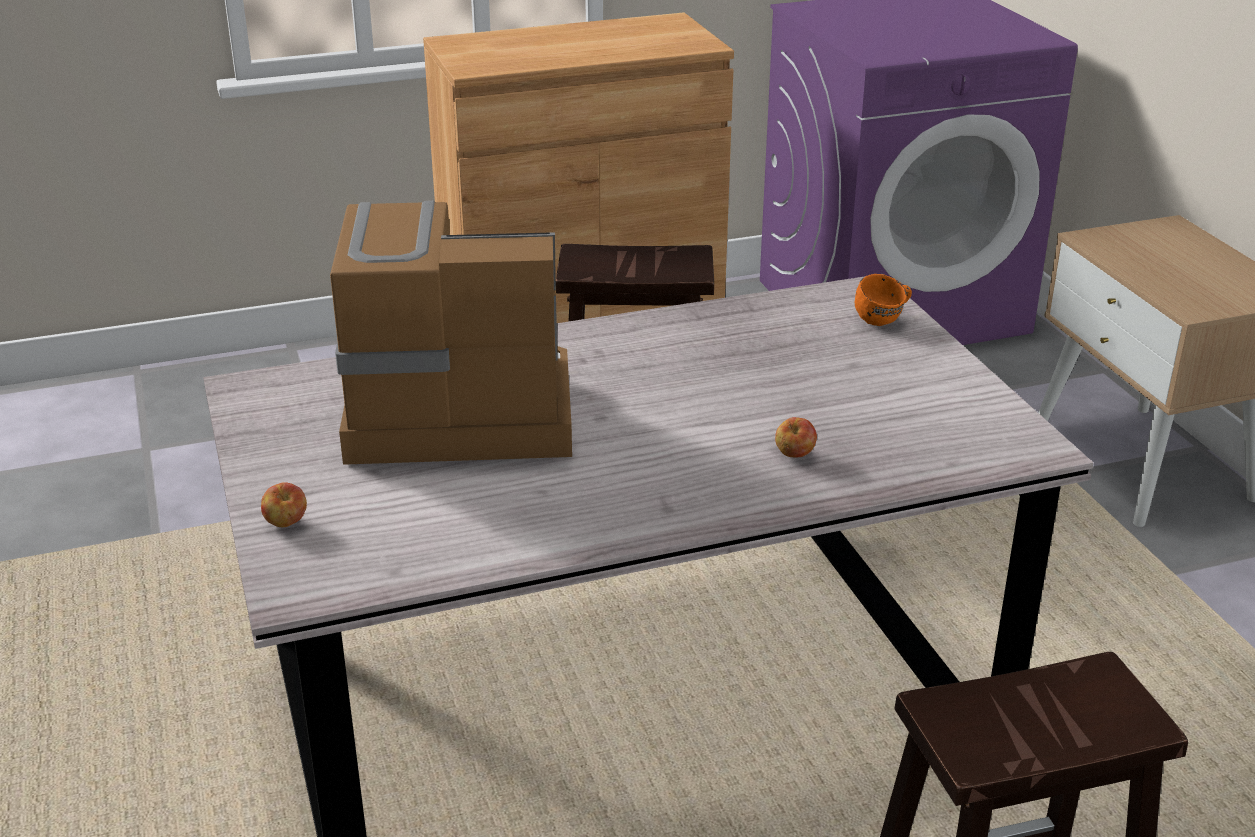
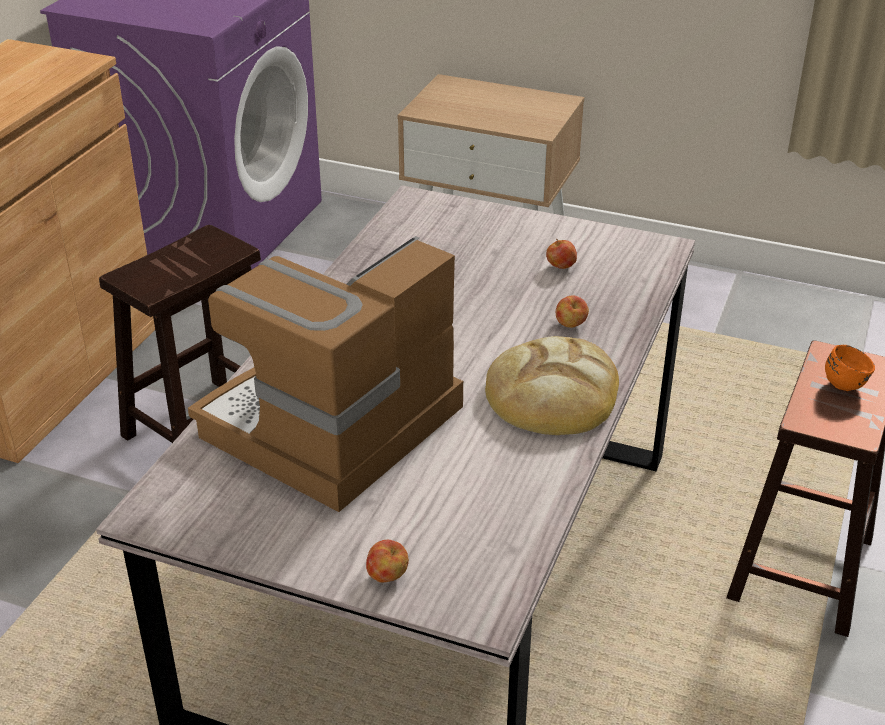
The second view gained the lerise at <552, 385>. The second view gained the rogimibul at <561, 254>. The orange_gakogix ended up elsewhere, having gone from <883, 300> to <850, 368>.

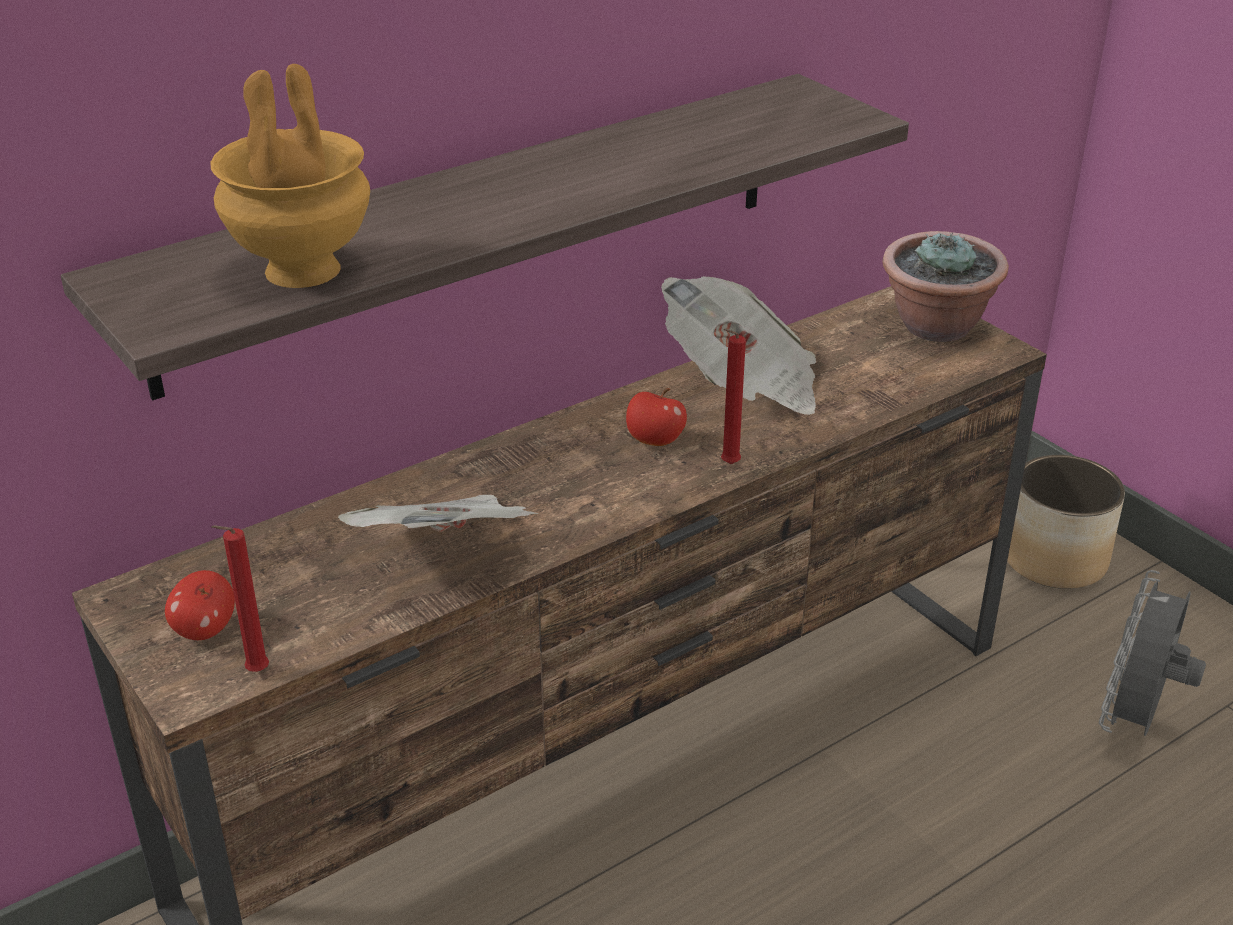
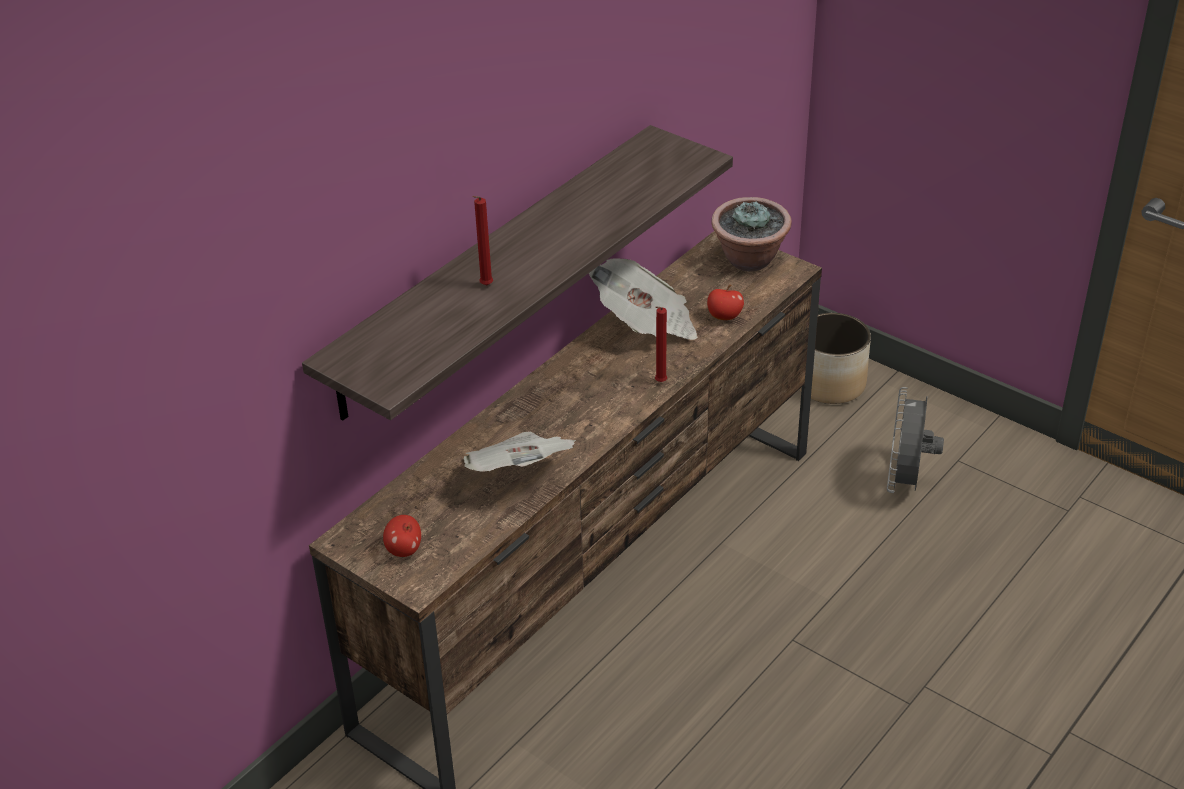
The second view lost the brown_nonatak at <290, 176>. The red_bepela ended up elsewhere, having gone from <240, 598> to <482, 240>. The rogimibul ended up elsewhere, having gone from <656, 417> to <725, 302>.

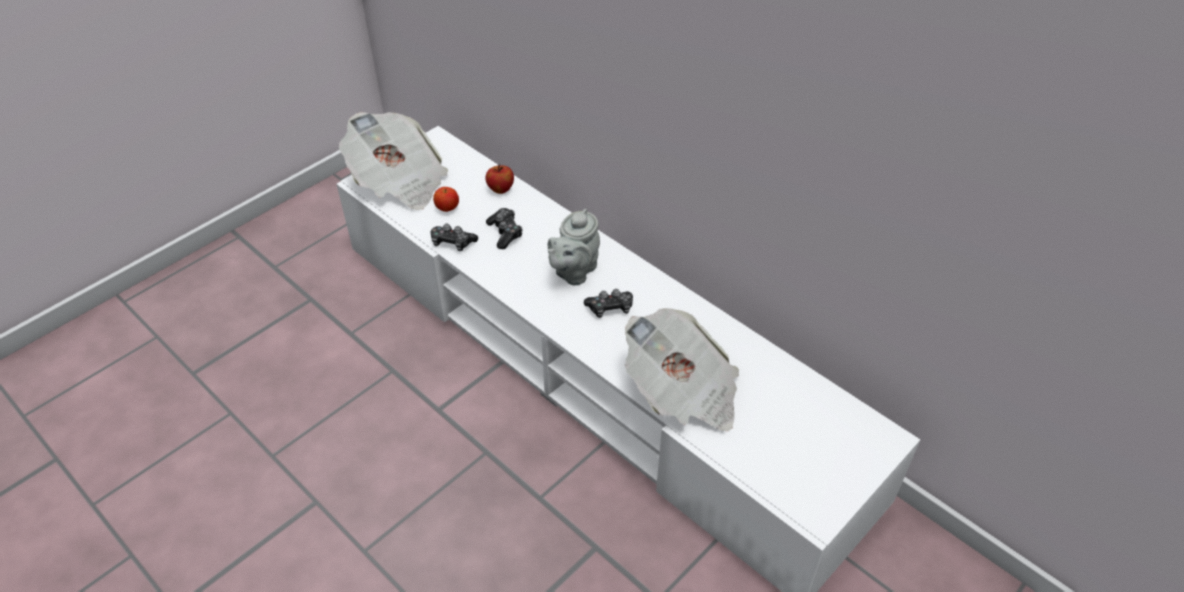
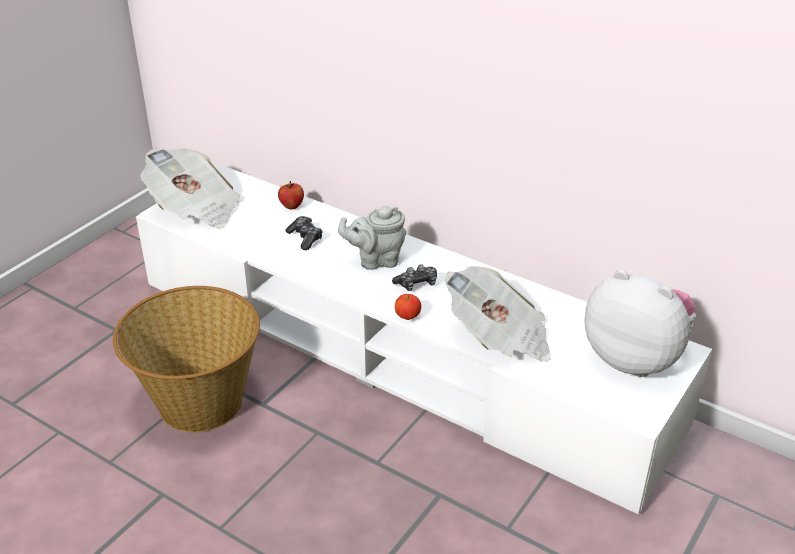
The second view lost the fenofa at <454, 237>. The second view gained the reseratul at <186, 359>. The second view gained the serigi at <640, 323>. The rogimibul ended up elsewhere, having gone from <446, 199> to <408, 307>. The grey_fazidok at <574, 247> ended up facing another way, 60 degrees clockwise from before.

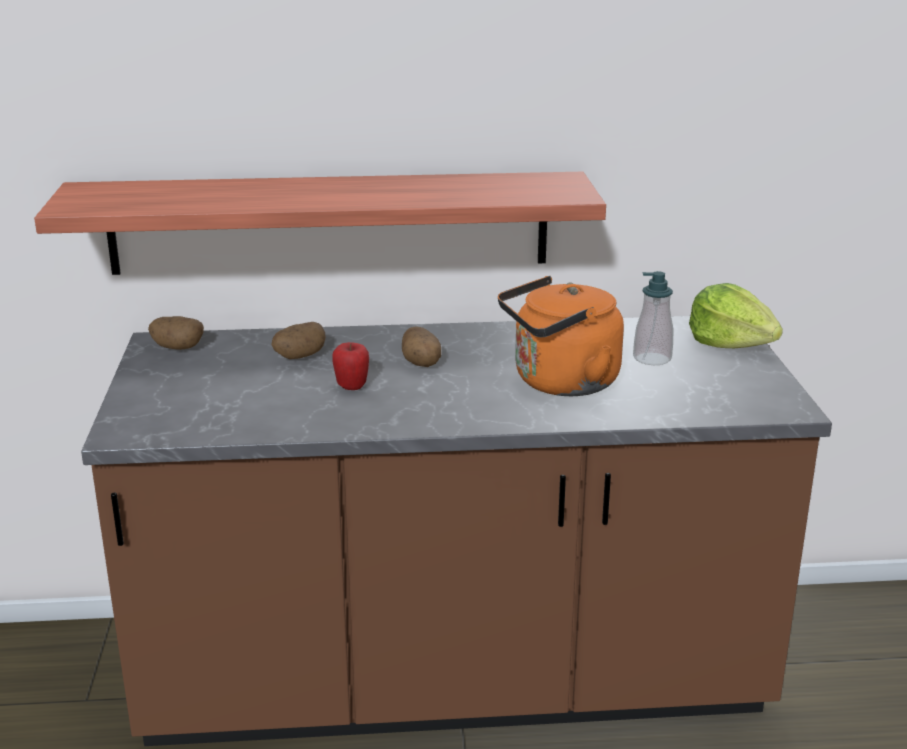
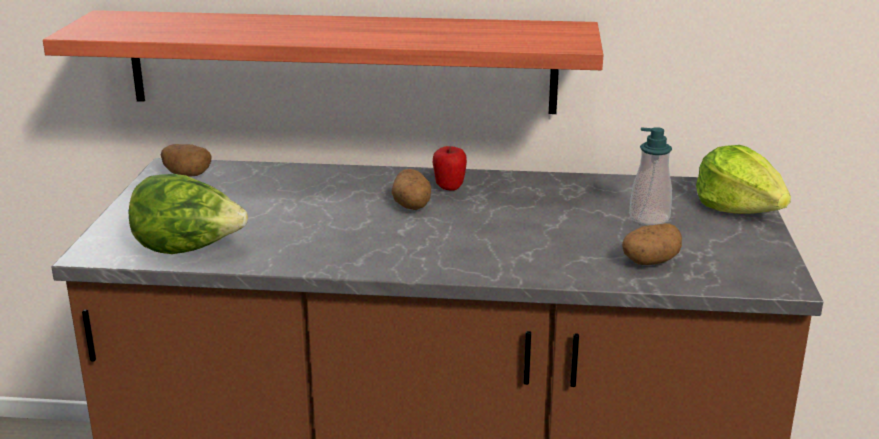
The second view lost the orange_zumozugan at <561, 336>. The second view gained the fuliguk at <188, 214>. The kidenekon ended up elsewhere, having gone from <298, 340> to <652, 244>. The rogimibul ended up elsewhere, having gone from <350, 366> to <450, 168>.

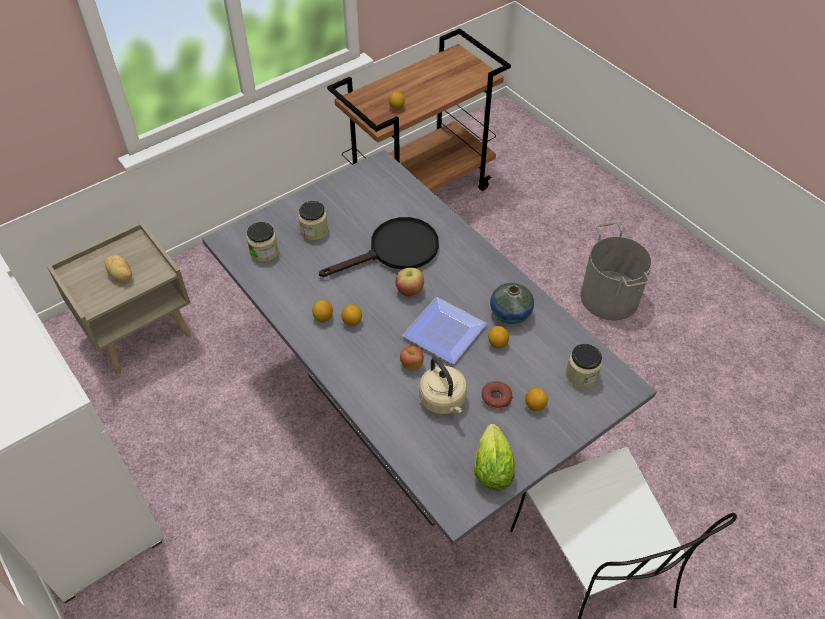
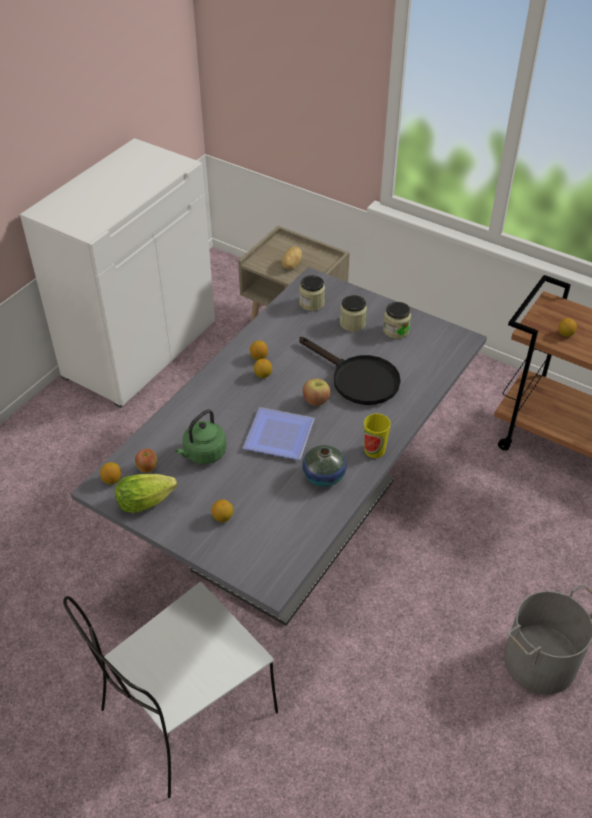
The second view lost the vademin at <497, 395>. The second view gained the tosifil at <377, 436>. The rogimibul ended up elsewhere, having gone from <412, 358> to <146, 461>. The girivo ended up elsewhere, having gone from <498, 337> to <110, 473>. The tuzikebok ended up elsewhere, having gone from <584, 366> to <397, 320>. What was the beige_zumozugan at <443, 385> turned into the green_zumozugan at <201, 436>.

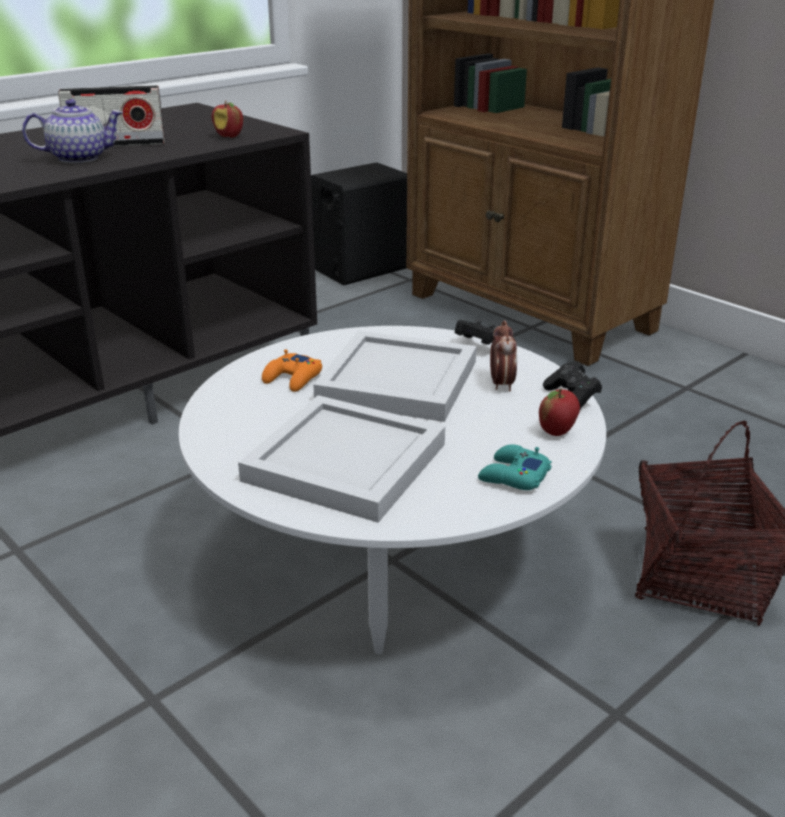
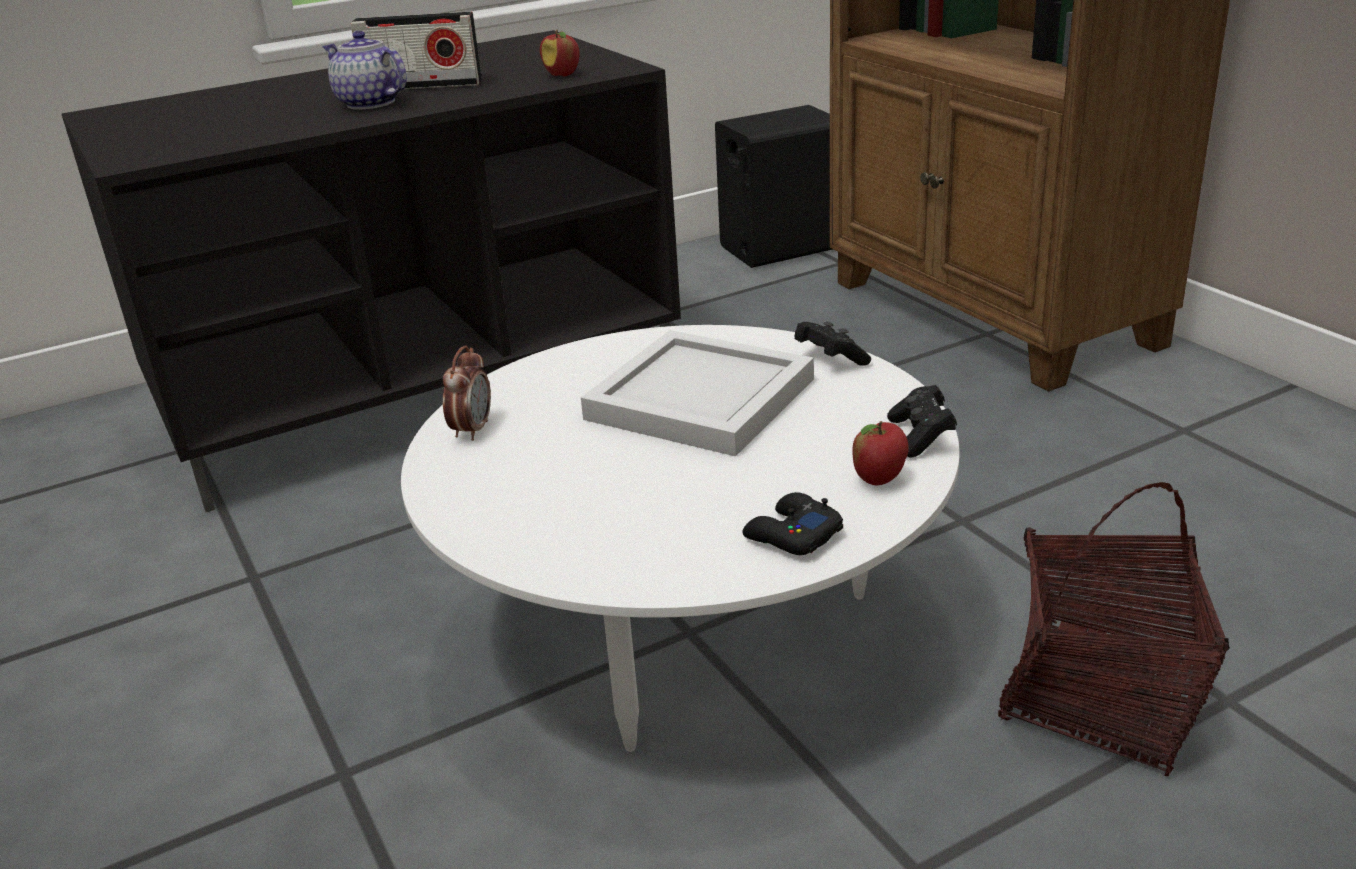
The second view lost the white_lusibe at <341, 459>. The second view lost the orange_fenofa at <292, 370>. The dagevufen ended up elsewhere, having gone from <503, 355> to <467, 393>. What was the turquoise_fenofa at <515, 467> turned into the black_fenofa at <792, 523>. The fazidok at <72, 131> ended up facing another way, 135 degrees counterclockwise from before.

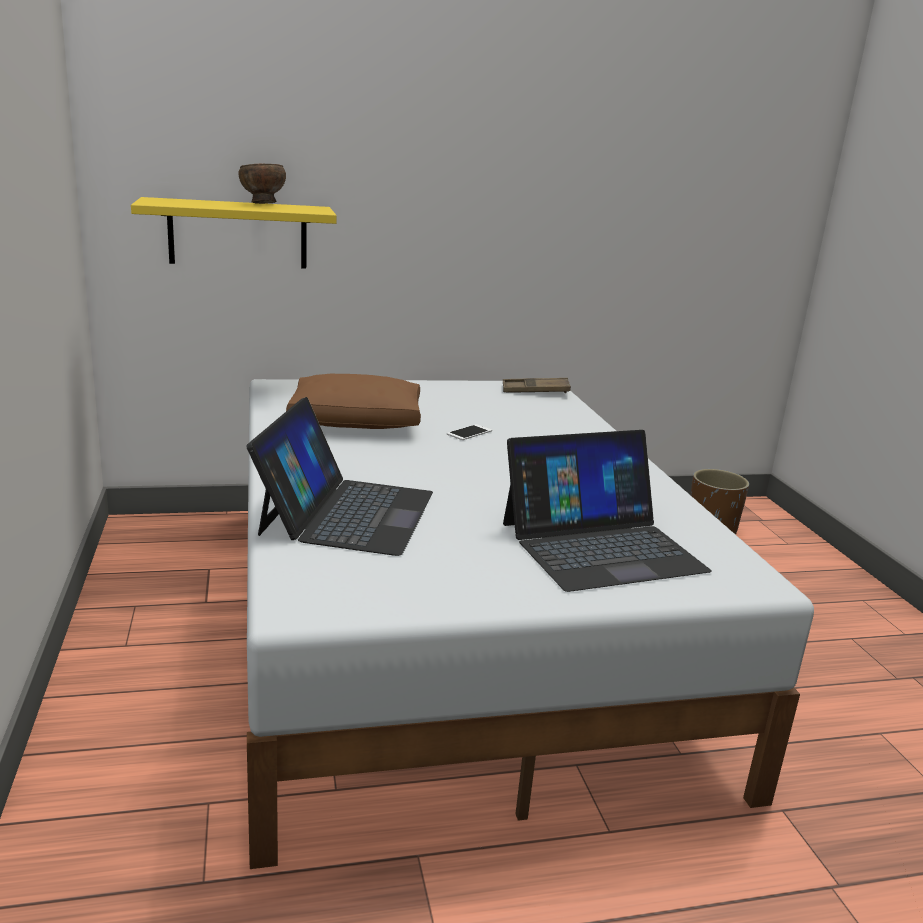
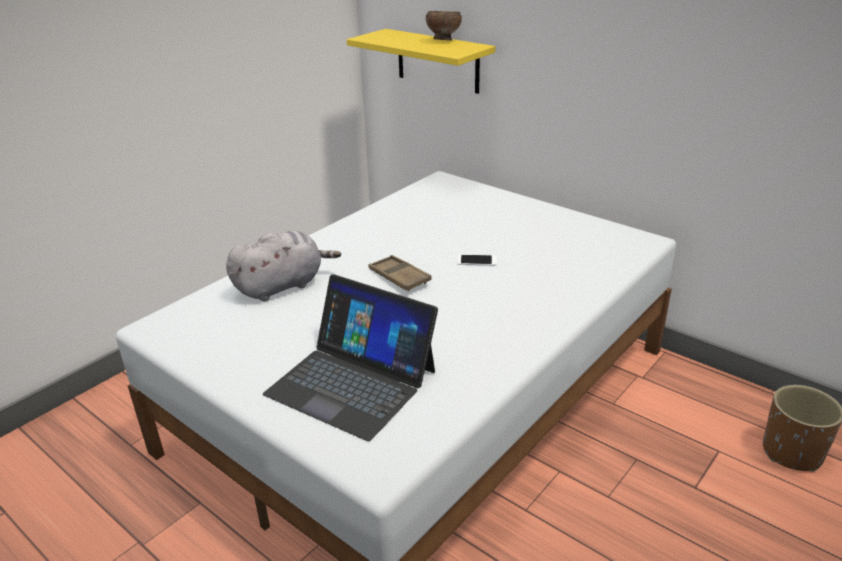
The second view lost the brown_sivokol at <353, 401>. The brown_lusibe ended up elsewhere, having gone from <537, 385> to <400, 273>. Where the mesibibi stood at <339, 476>, the grey_serigi came to stand at <283, 266>.

